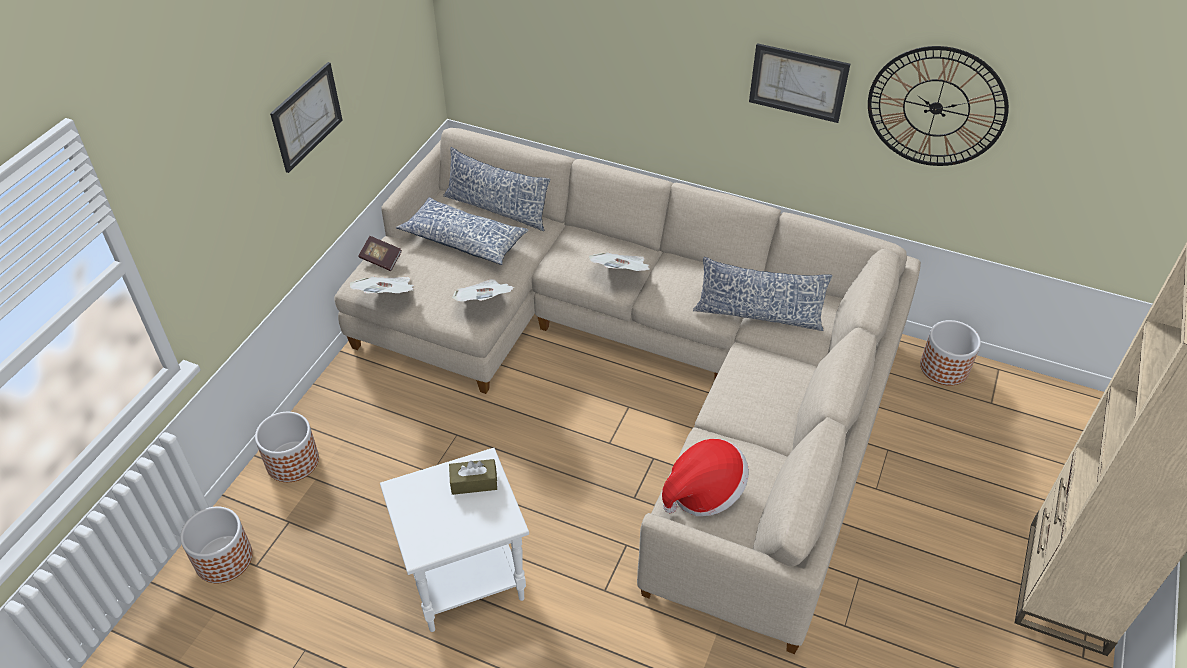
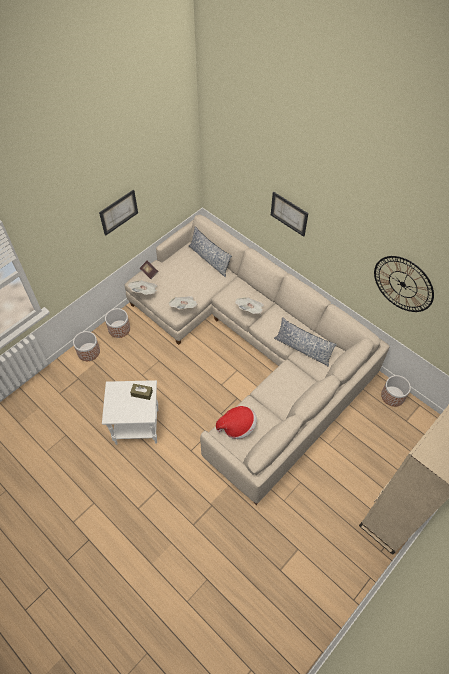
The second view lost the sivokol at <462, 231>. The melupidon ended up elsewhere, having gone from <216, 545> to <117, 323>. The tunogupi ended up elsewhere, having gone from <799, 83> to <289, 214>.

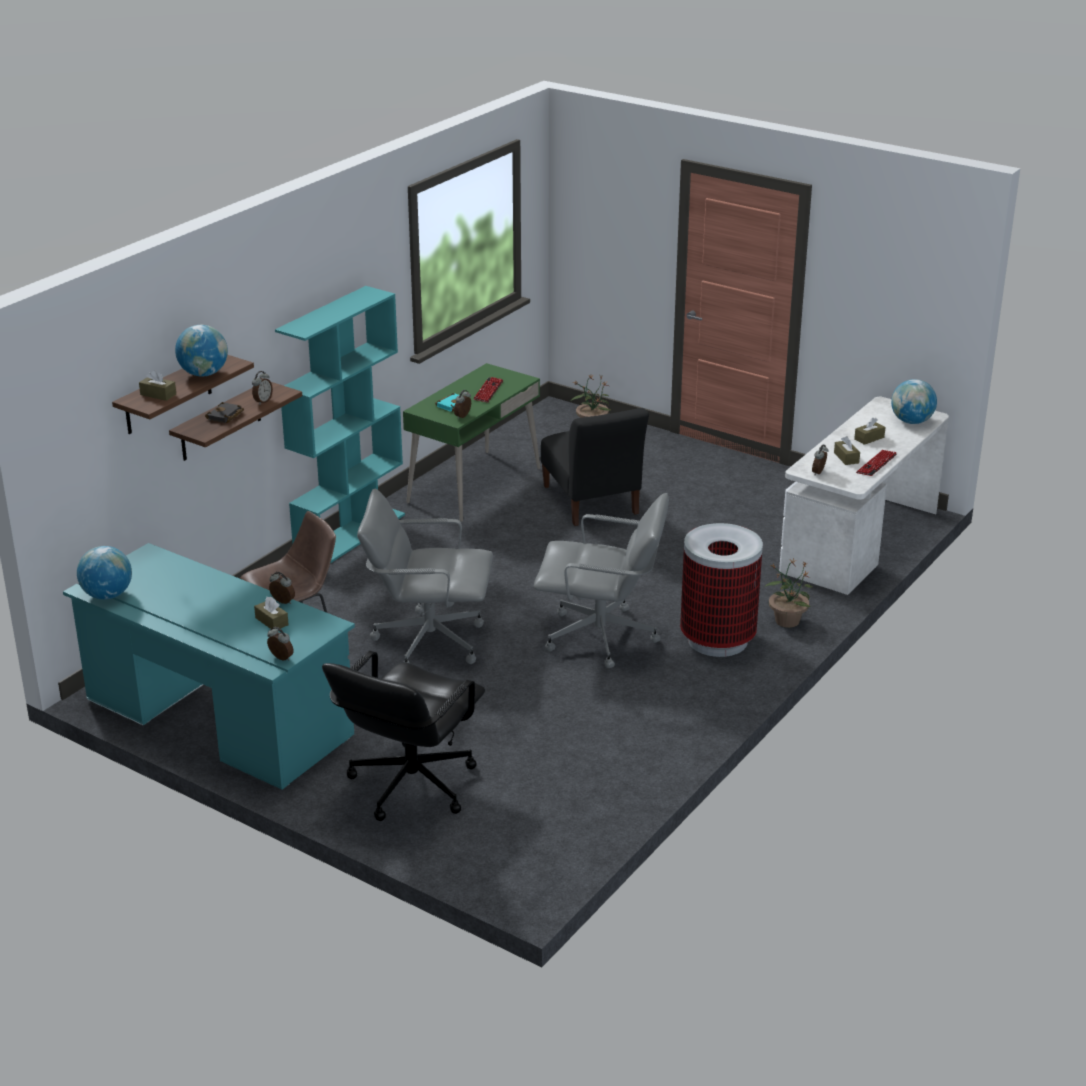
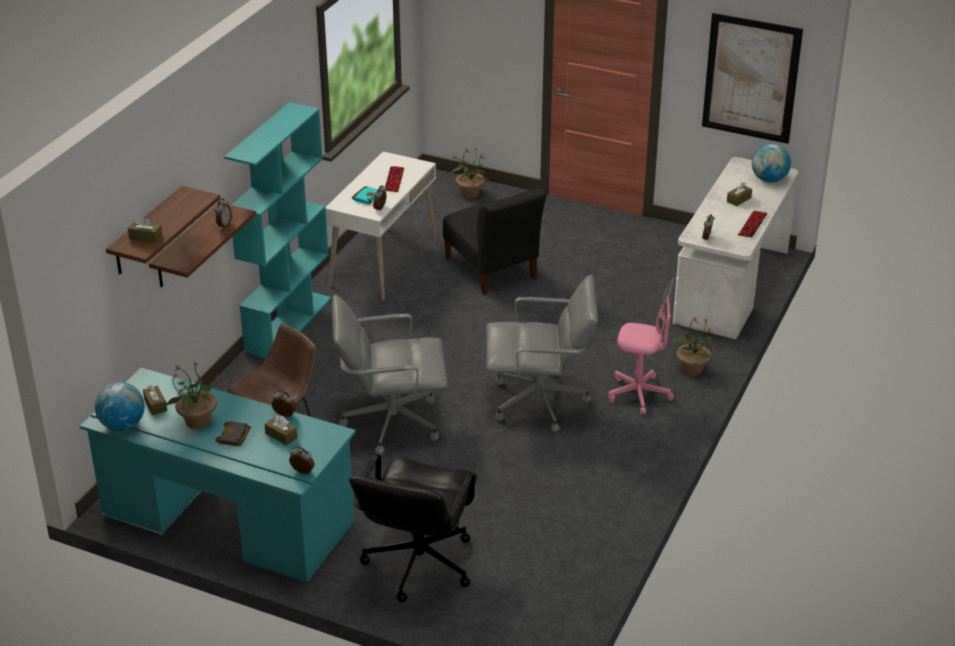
The second view lost the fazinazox at <201, 350>. The second view gained the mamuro at <193, 395>. The second view gained the tunogupi at <752, 78>. The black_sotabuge ended up elsewhere, having gone from <224, 412> to <233, 434>. The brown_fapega ended up elsewhere, having gone from <847, 450> to <155, 400>. Where the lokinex stood at <721, 590>, the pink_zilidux came to stand at <641, 346>. What was the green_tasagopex at <471, 442> turned into the white_tasagopex at <382, 226>.

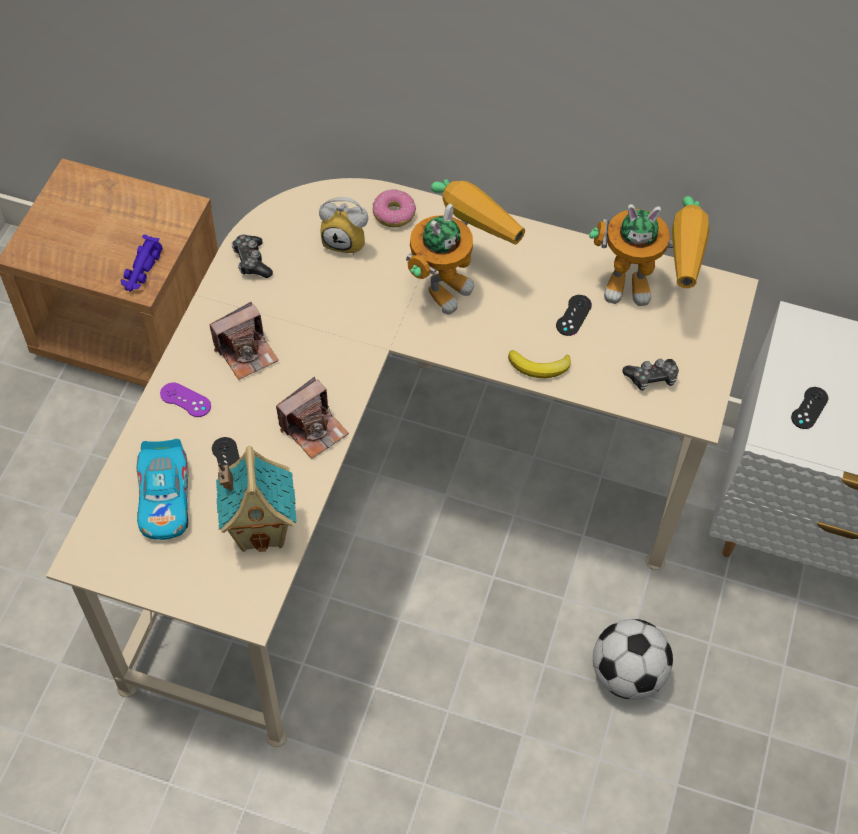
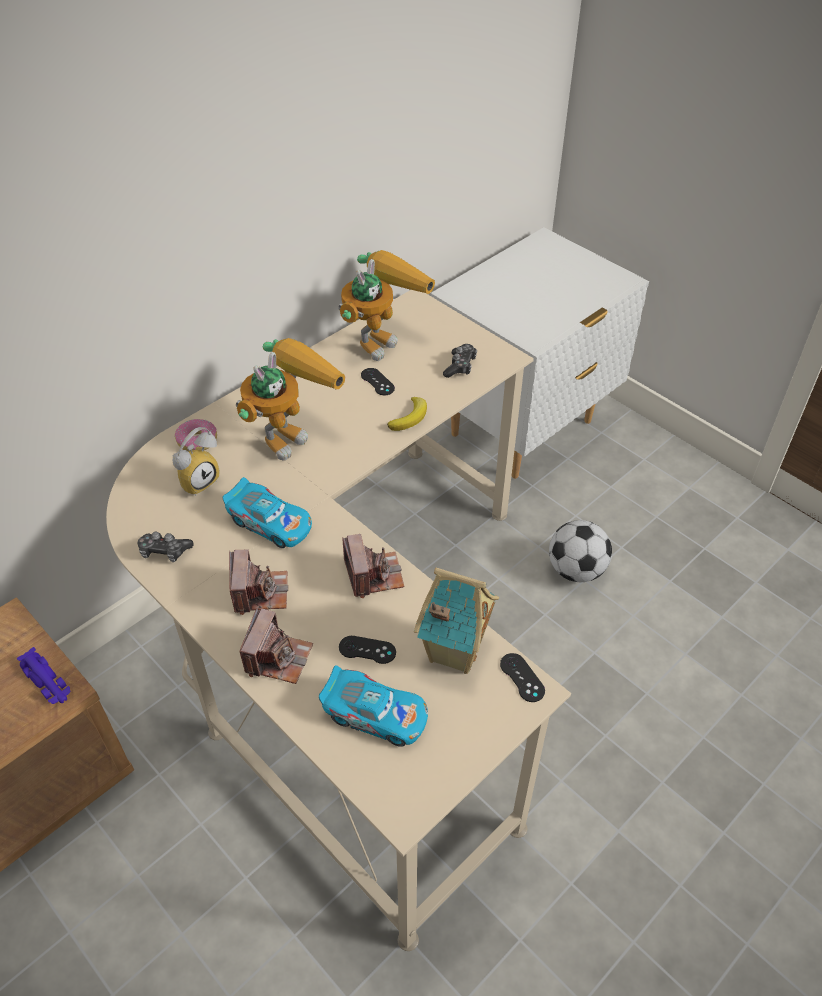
The second view gained the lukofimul at <267, 512>. The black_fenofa ended up elsewhere, having gone from <809, 408> to <522, 677>. Where the purple_fenofa stood at <185, 399>, the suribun came to stand at <276, 646>. The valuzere at <465, 247> ended up facing another way, 60 degrees clockwise from before.

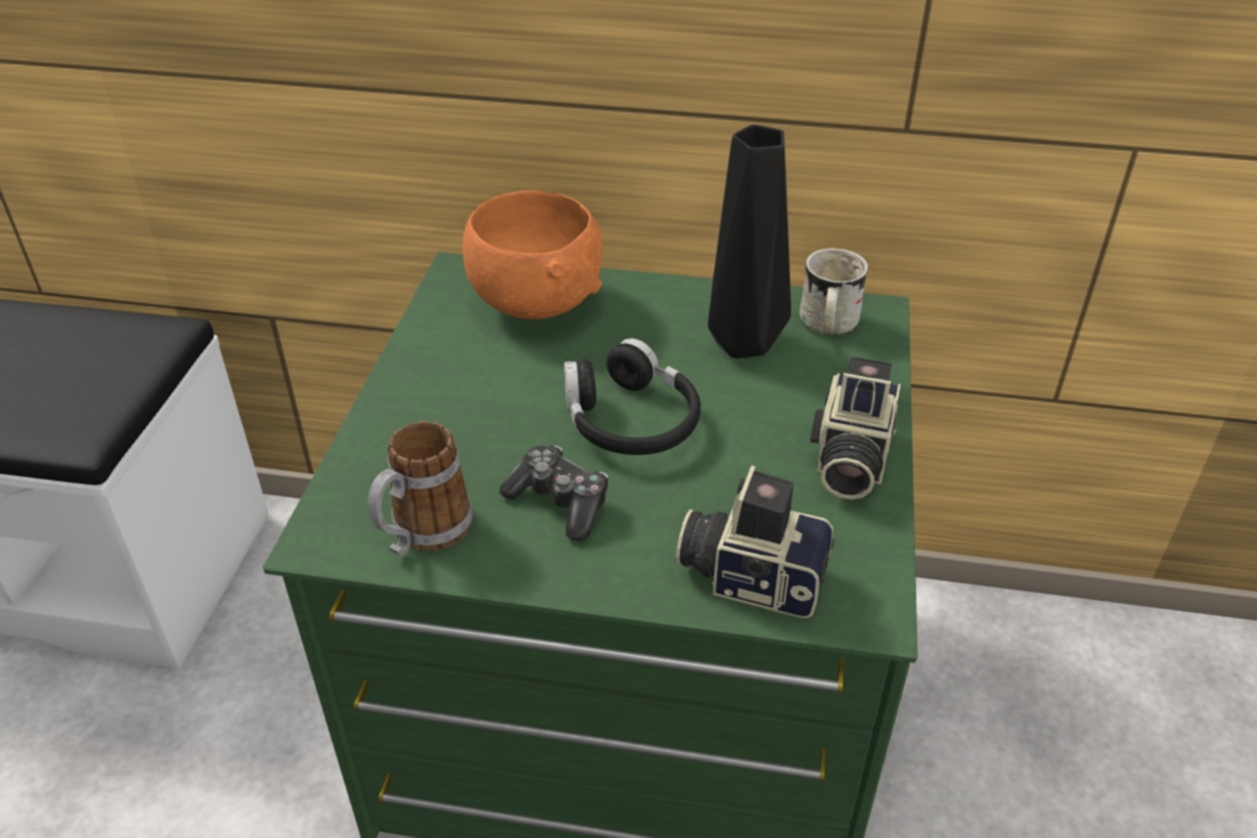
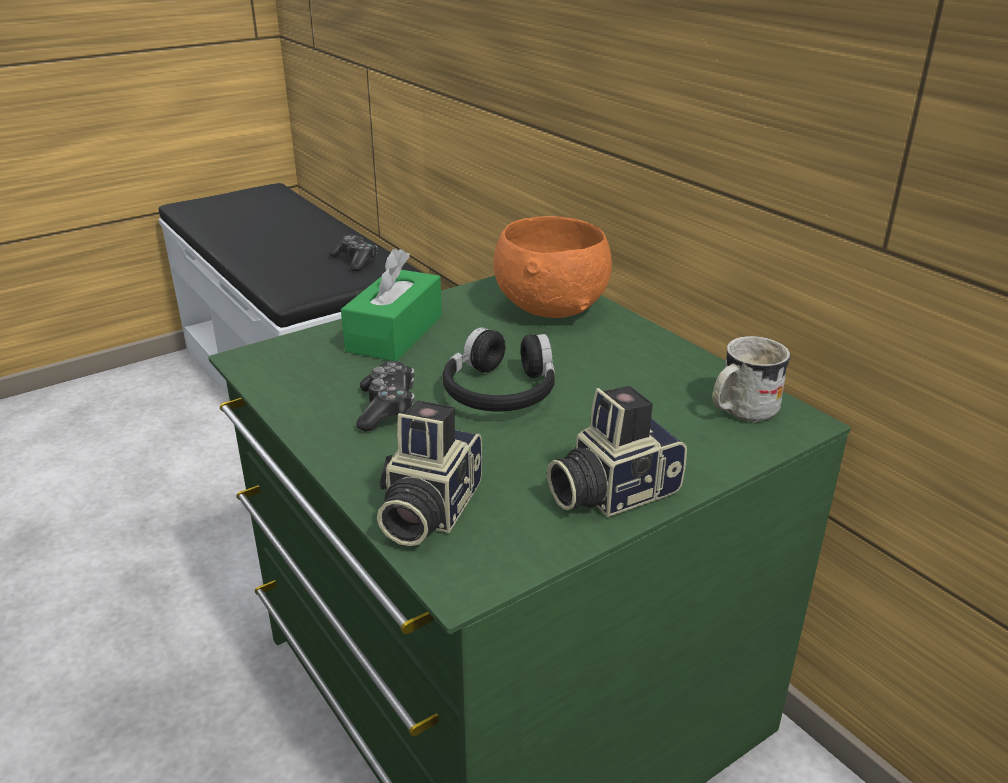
The second view lost the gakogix at <420, 488>. The second view lost the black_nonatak at <749, 241>. The second view gained the fenofa at <353, 253>. The second view gained the green_fapega at <391, 305>. The suribun at <755, 541> ended up facing another way, 135 degrees counterclockwise from before.

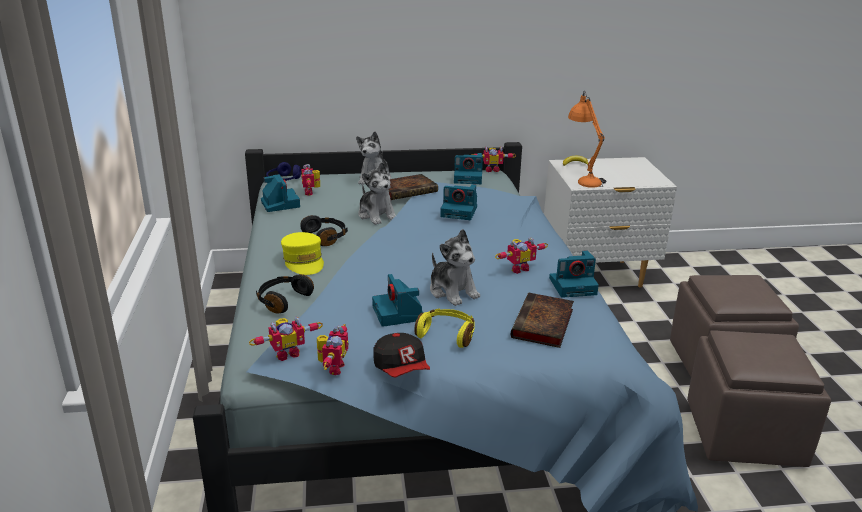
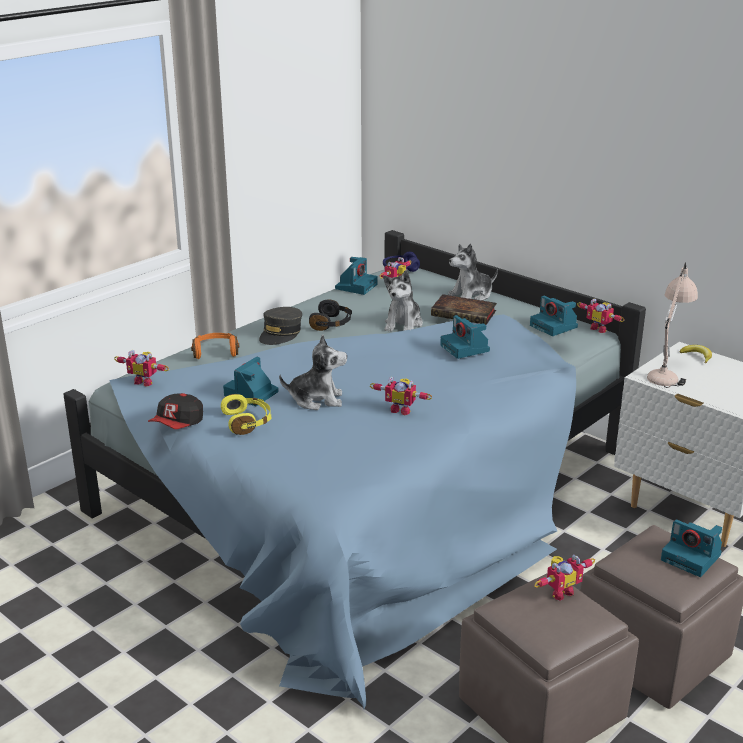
The second view lost the sotabuge at <542, 320>. The valuzere ended up elsewhere, having gone from <333, 349> to <564, 578>. The suribun ended up elsewhere, having gone from <574, 274> to <691, 548>. What was the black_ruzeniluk at <285, 293> turned into the orange_ruzeniluk at <215, 346>. What was the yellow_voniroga at <302, 253> turned into the grey_voniroga at <280, 326>. What was the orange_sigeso at <587, 139> turned into the beige_sigeso at <672, 325>. The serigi at <455, 267> ended up facing another way, 105 degrees counterclockwise from before.

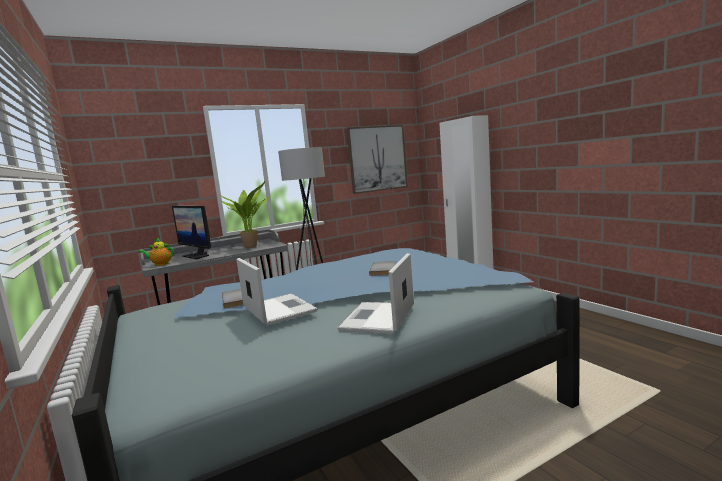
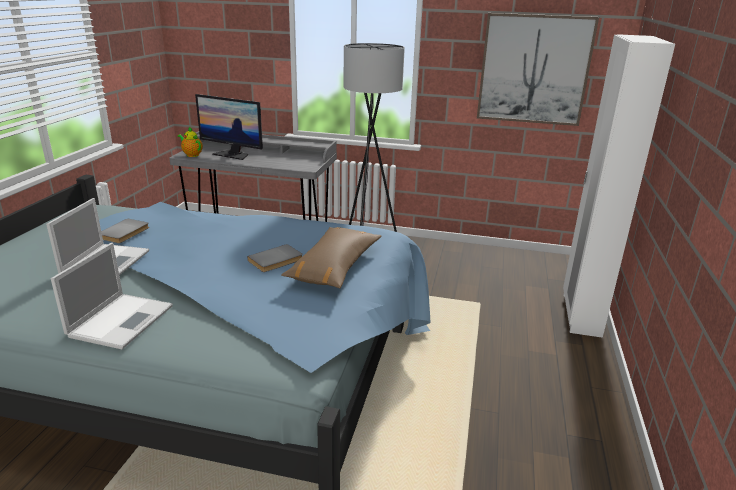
The second view lost the mamuro at <244, 214>. The second view gained the brown_sivokol at <331, 258>. The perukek at <191, 232> ended up facing another way, 60 degrees counterclockwise from before. The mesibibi at <376, 293> ended up facing another way, 135 degrees clockwise from before.

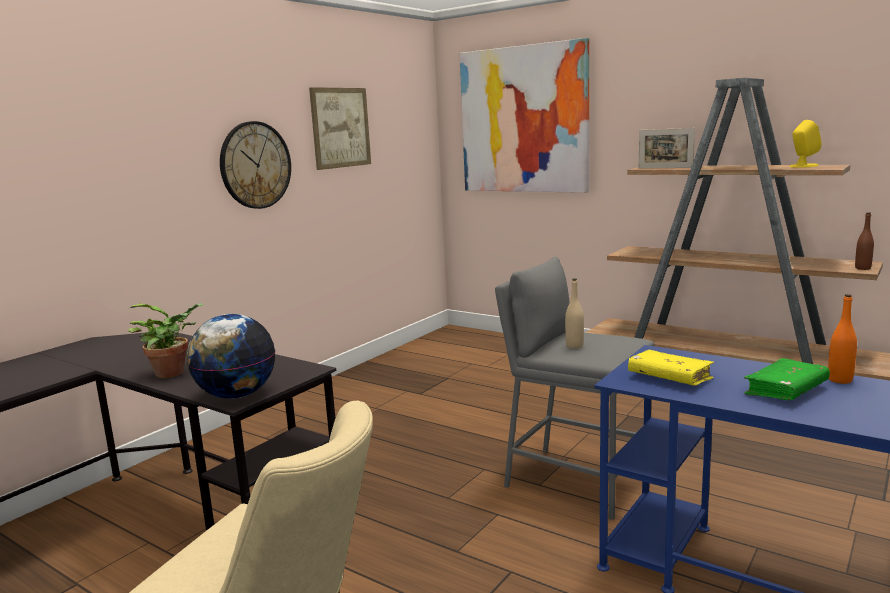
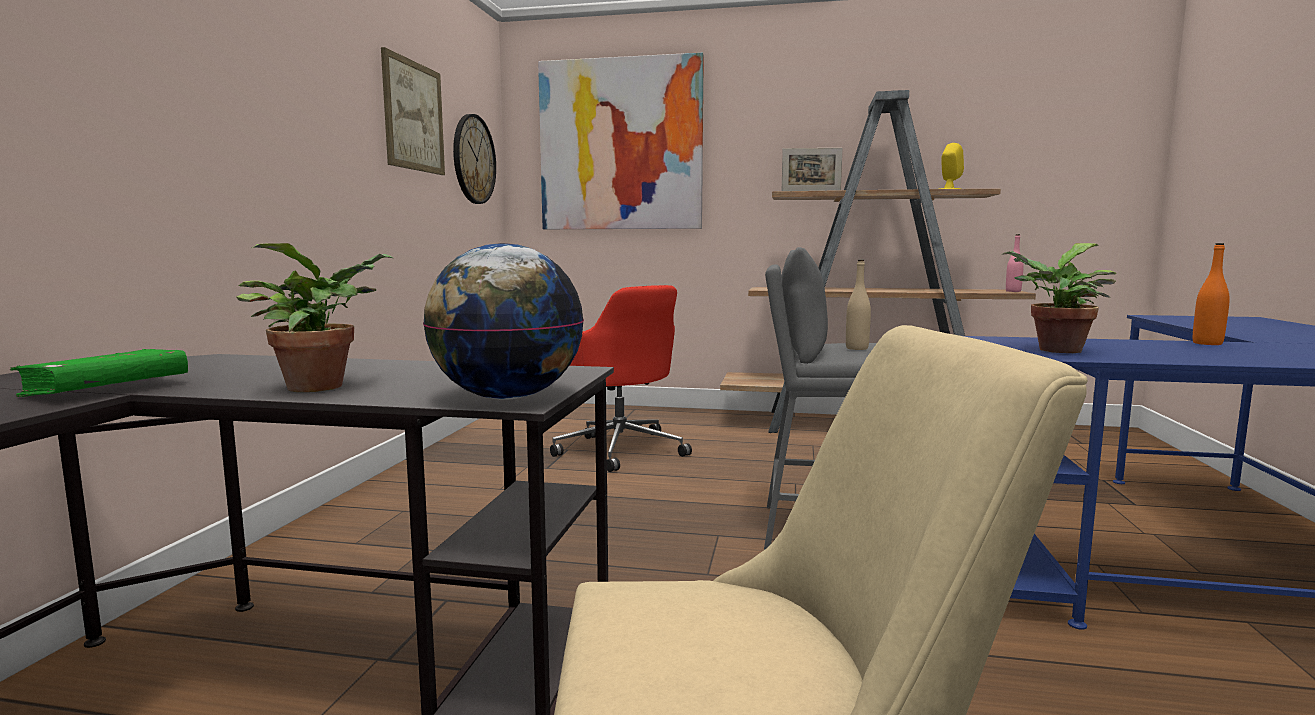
The second view gained the red_zilidux at <621, 378>. The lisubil ended up elsewhere, having gone from <255, 165> to <474, 159>. The green_sotabuge ended up elsewhere, having gone from <787, 379> to <99, 373>. Where the yellow_sotabuge stood at <671, 368>, the mamuro came to stand at <1059, 298>. What was the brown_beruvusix at <864, 241> turned into the pink_beruvusix at <1015, 263>.

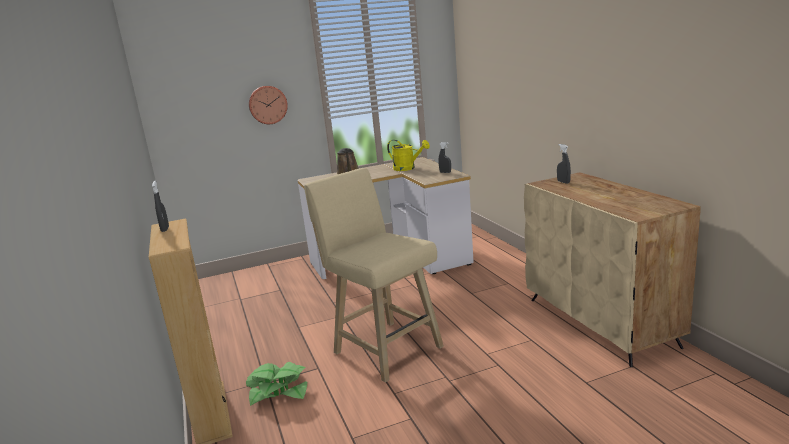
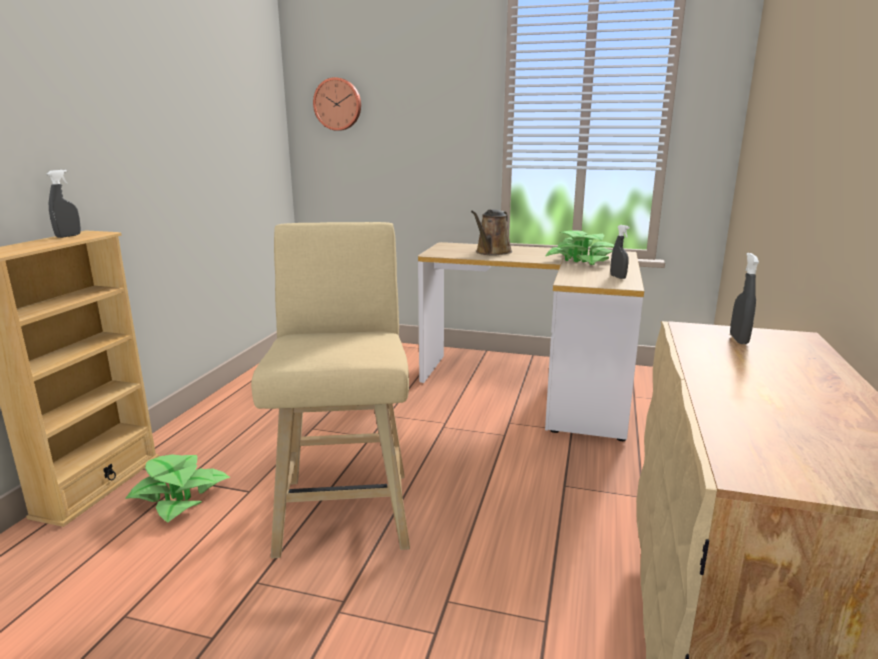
The lisubil ended up elsewhere, having gone from <268, 105> to <337, 104>. Where the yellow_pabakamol stood at <408, 155>, the mamuro came to stand at <580, 247>.

